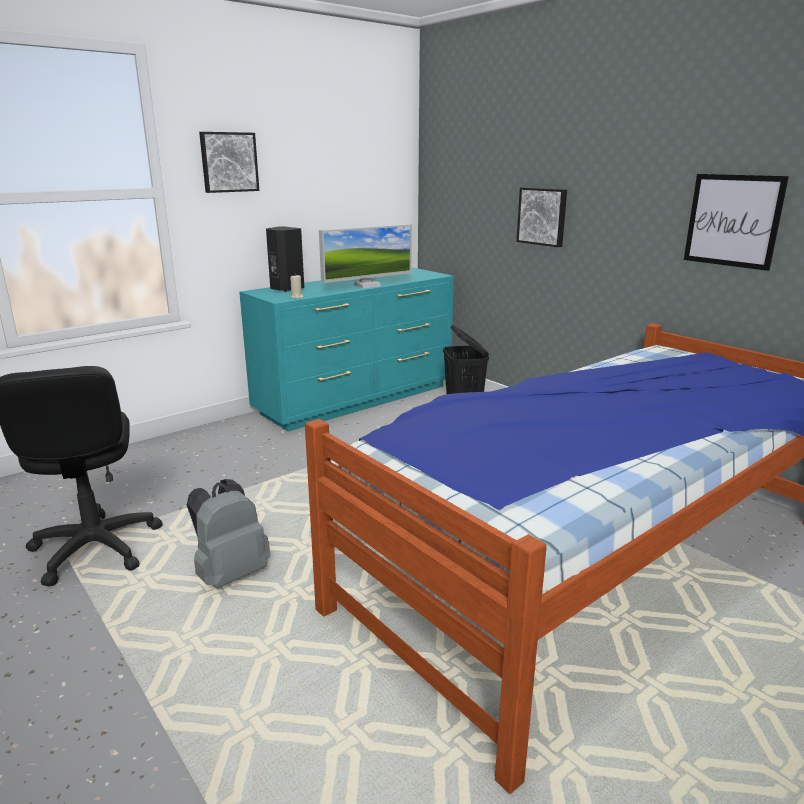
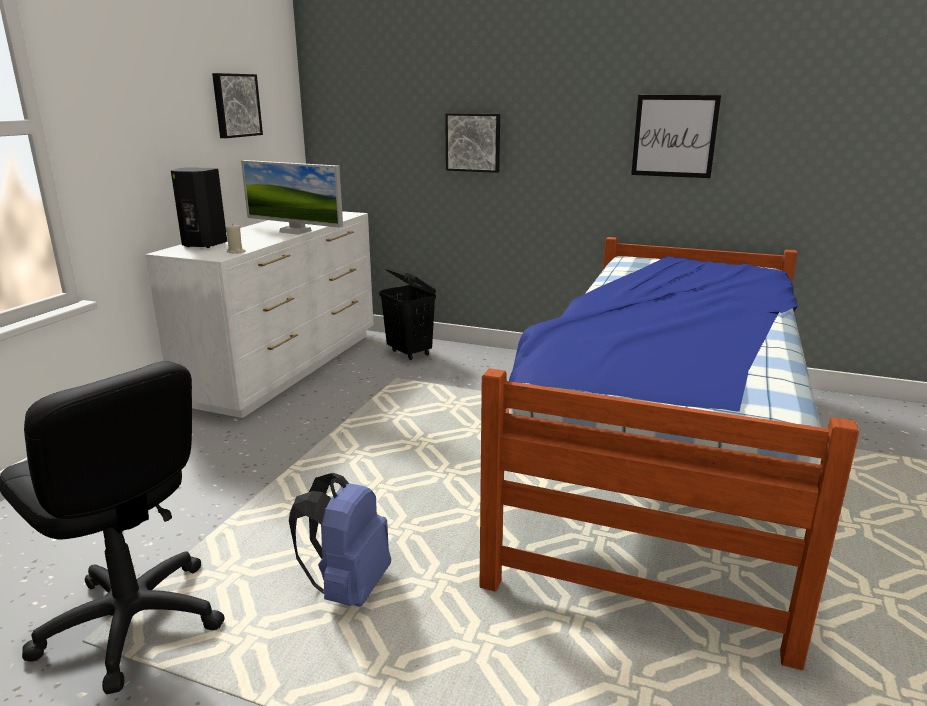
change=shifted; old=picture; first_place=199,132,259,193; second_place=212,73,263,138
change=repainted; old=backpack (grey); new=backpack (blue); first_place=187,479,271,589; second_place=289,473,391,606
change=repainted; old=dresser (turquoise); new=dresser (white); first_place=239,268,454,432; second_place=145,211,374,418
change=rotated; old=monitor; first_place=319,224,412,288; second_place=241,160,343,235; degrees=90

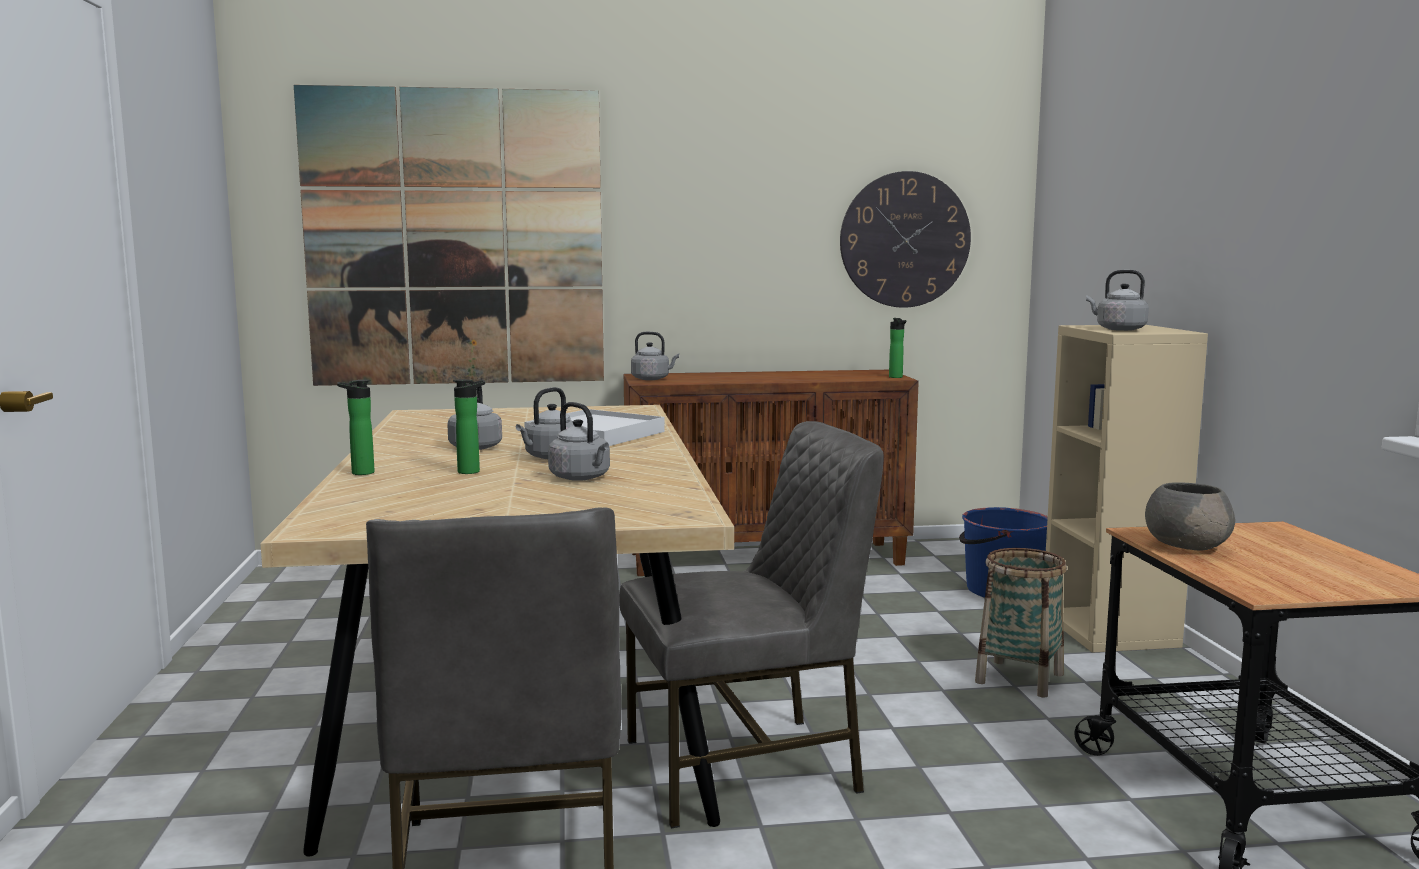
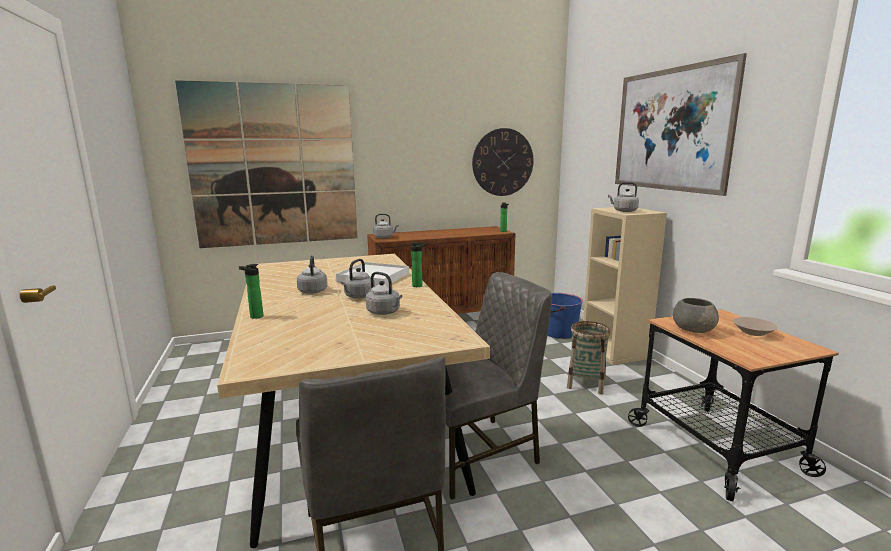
change=new; new=picture; second_place=615,53,747,196
change=new; new=bowl (beige); second_place=733,317,778,336
change=shifted; old=bottle; first_place=453,379,485,474; second_place=411,242,426,287

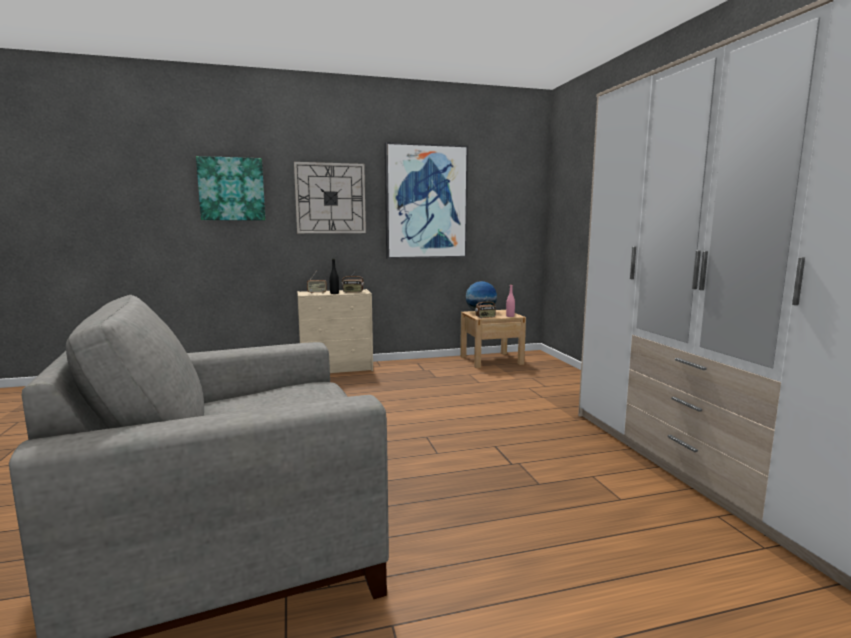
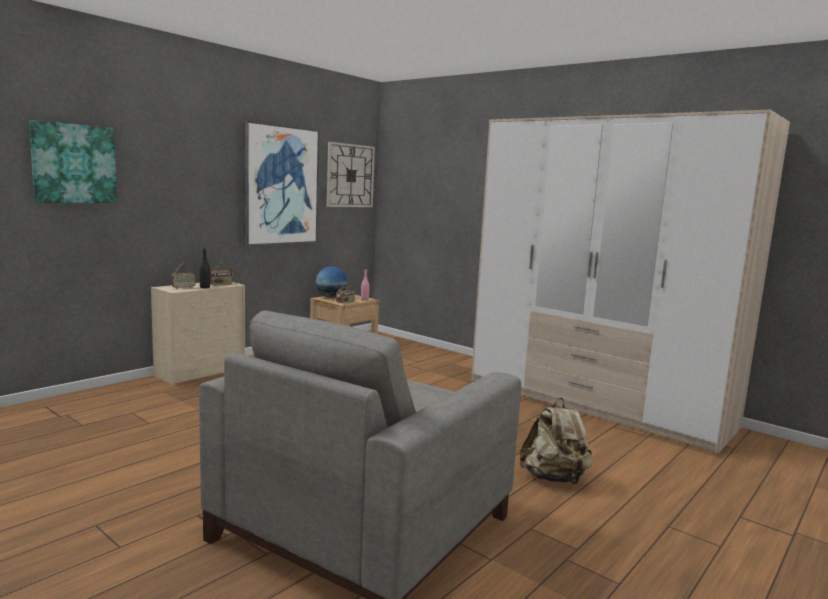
change=new; new=backpack (beige); second_place=520,398,593,484
change=shifted; old=wall clock; first_place=294,162,366,233; second_place=327,142,375,207

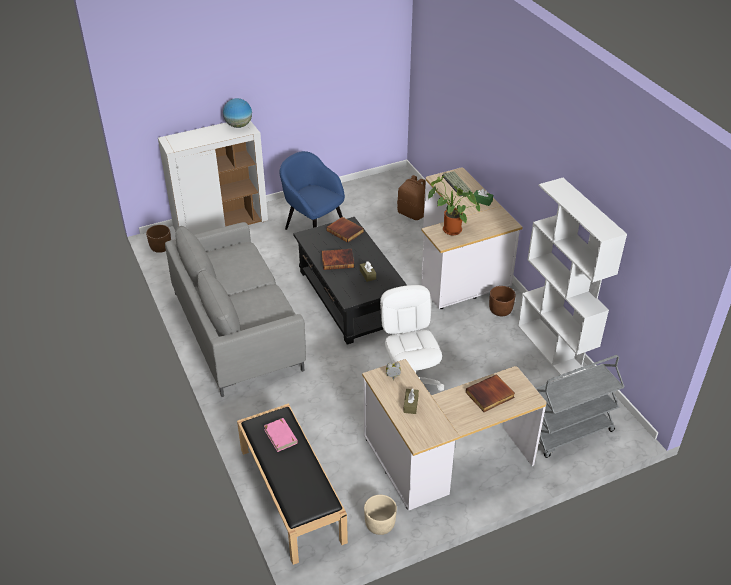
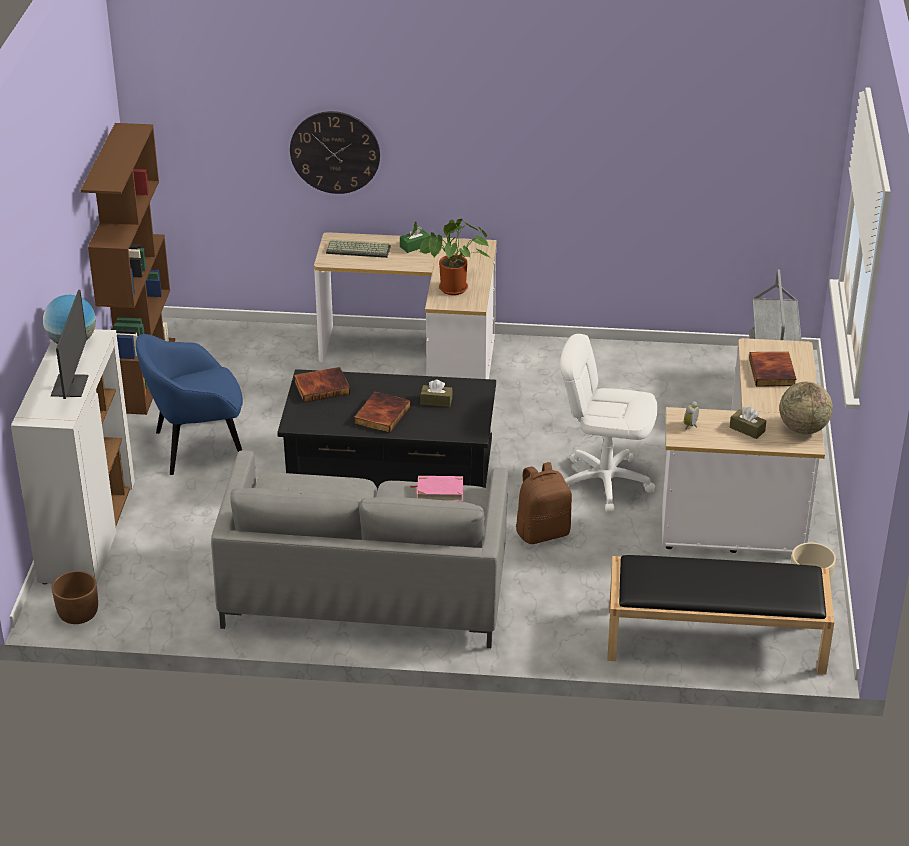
change=gone; old=planter (brown); first_place=489,286,516,316
change=gone; old=bookcase (white); first_place=517,178,627,378
change=new; new=monitor; second_place=51,290,89,399
change=new; new=bookcase (brown); second_place=81,123,175,415
change=new; new=wall clock; second_place=290,111,380,194
change=new; new=globe; second_place=779,382,833,434
change=shifted; old=book (pink); first_place=264,418,298,452; second_place=410,476,463,501
change=shifted; old=backpack (brown); first_place=397,175,426,220; second_place=516,462,572,544

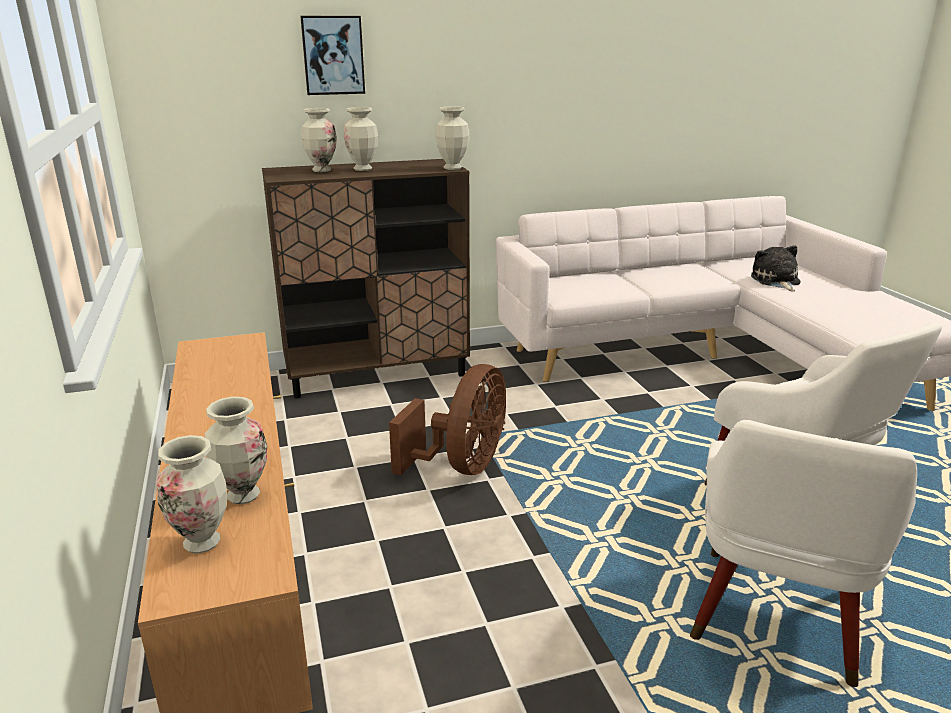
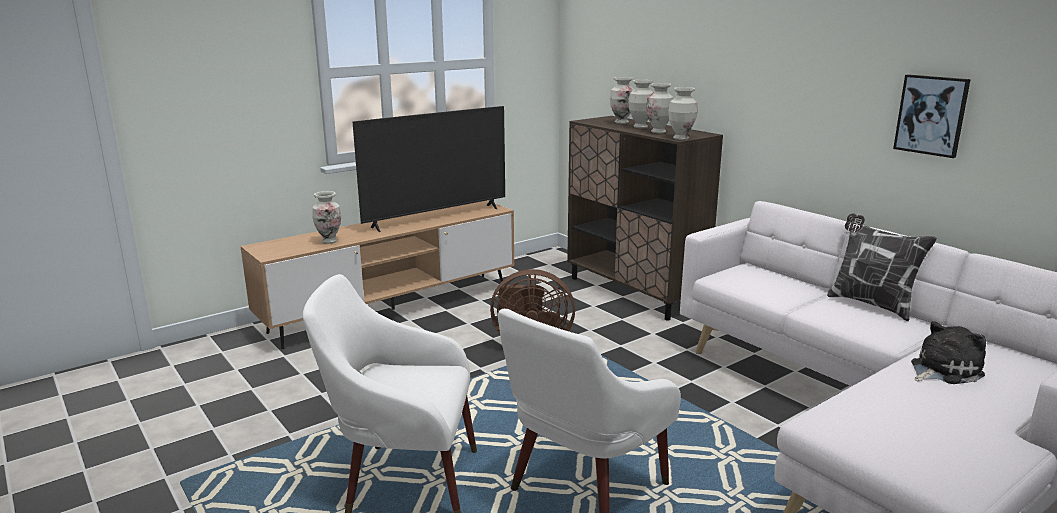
change=new; new=television; second_place=353,106,505,232
change=new; new=pillow; second_place=827,214,937,321
change=shifted; old=vase; first_place=157,435,227,554; second_place=646,83,673,133
change=shifted; old=picture; first_place=300,16,365,95; second_place=893,74,971,158

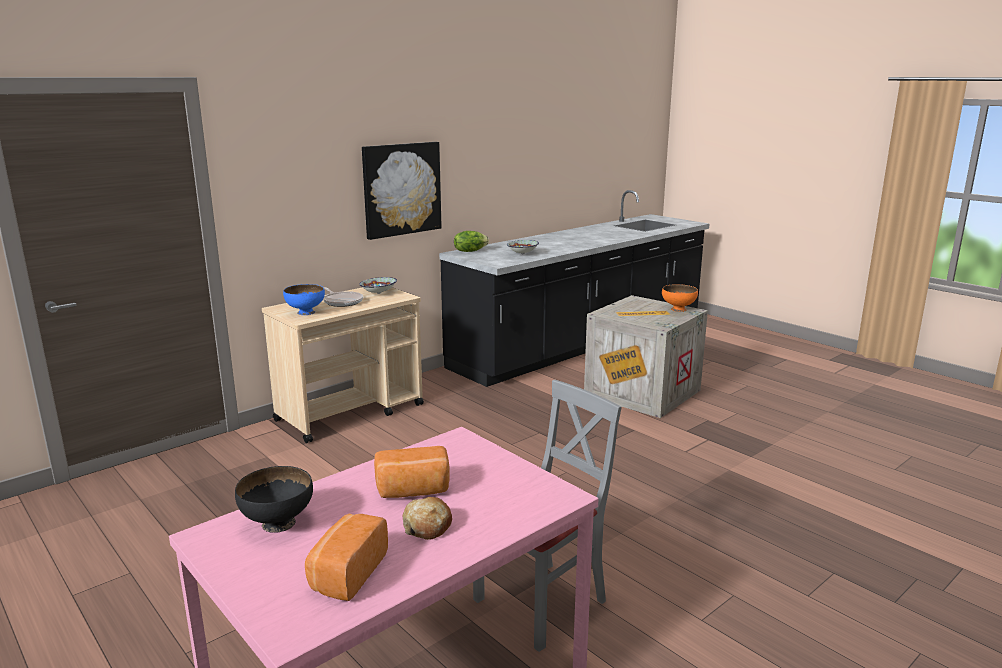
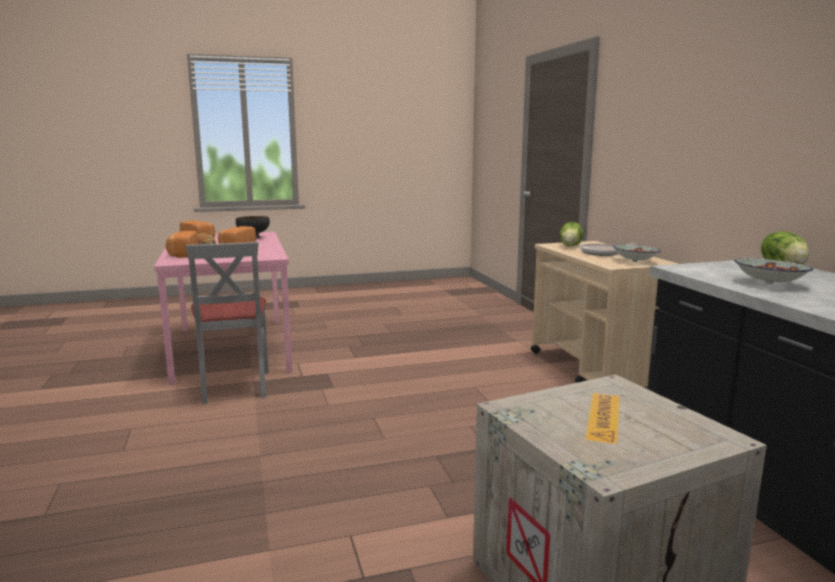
change=gone; old=picture; first_place=362,142,442,240
change=gone; old=bowl (orange); first_place=662,284,698,312
change=new; new=bread; second_place=166,231,199,258
change=swapped; old=bowl (blue); new=lettuce; first_place=283,284,325,315; second_place=560,222,583,246

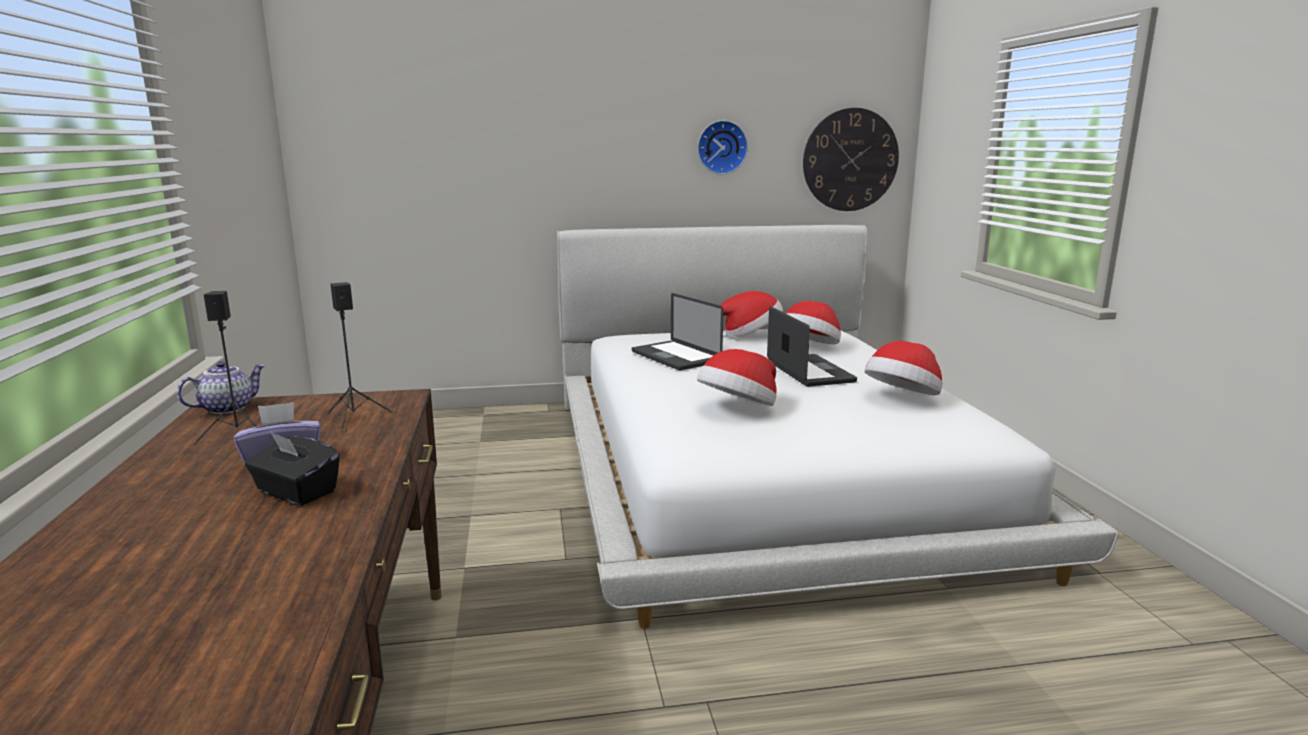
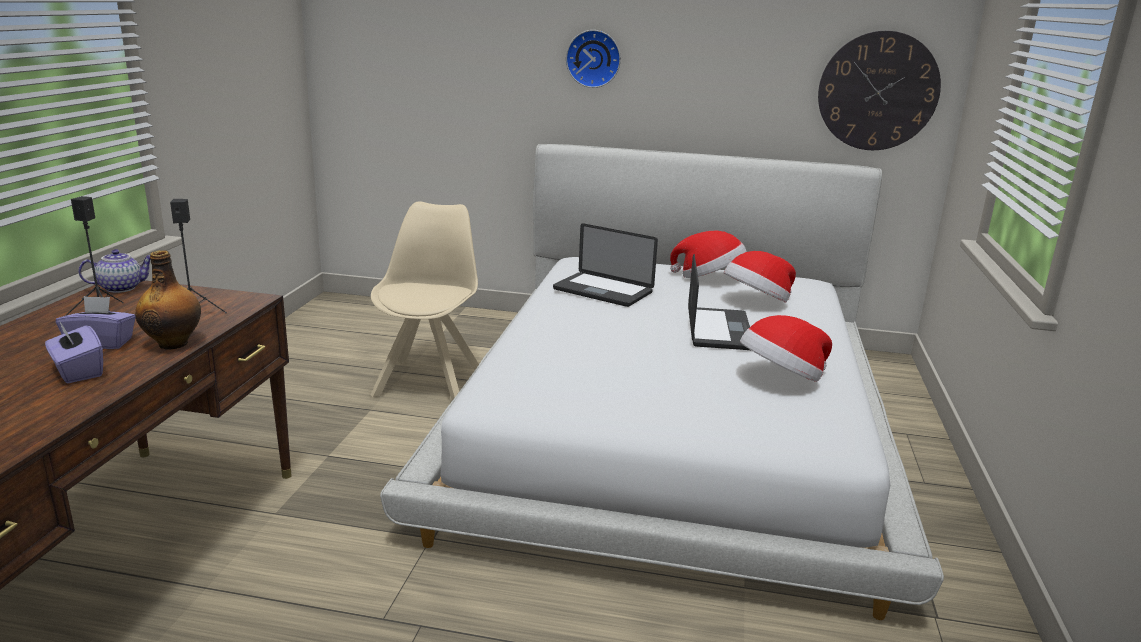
change=gone; old=hat; first_place=697,349,777,406
change=new; new=bottle; second_place=135,250,201,350
change=new; new=chair (beige); second_place=371,201,479,400
change=shifted; old=wall clock; first_place=697,120,748,174; second_place=566,30,621,88
change=repainted; old=tissue box (black); new=tissue box (purple); first_place=245,432,340,506; second_place=45,322,103,383
change=rotated; old=laptop; first_place=632,293,723,370; second_place=553,223,658,307; degrees=-45

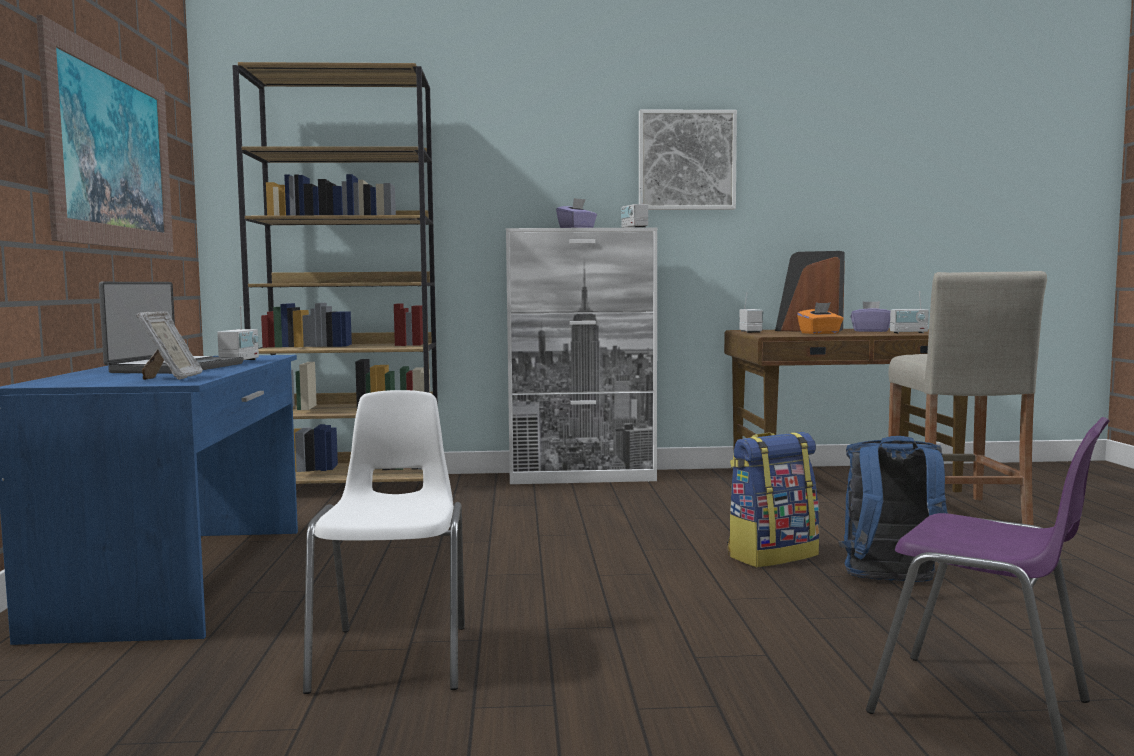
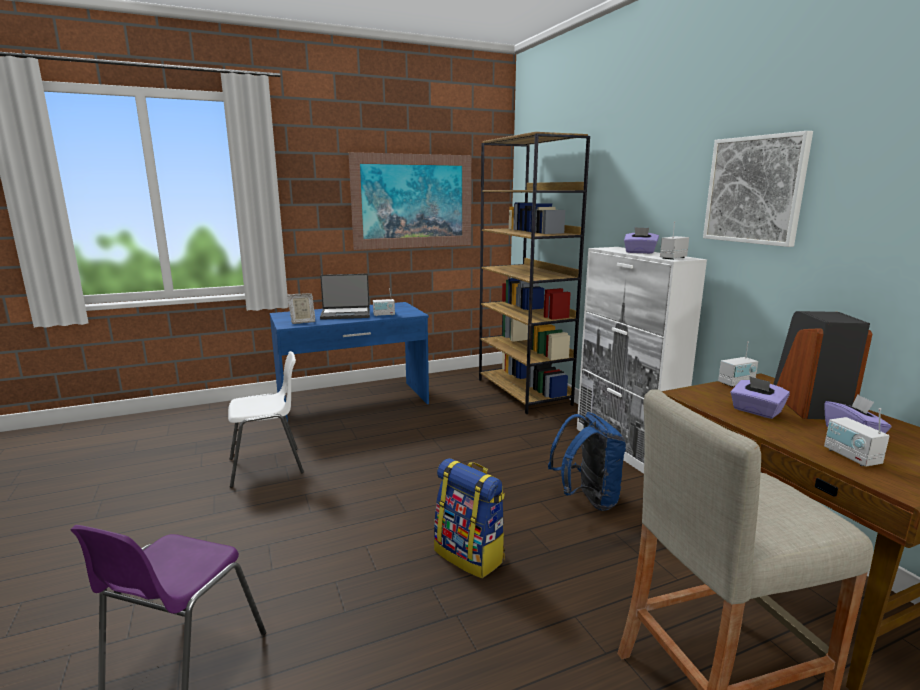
change=shifted; old=backpack (blue); first_place=838,436,948,582; second_place=548,412,626,511
change=repainted; old=tissue box (orange); new=tissue box (purple); first_place=797,303,844,334; second_place=730,376,790,419

